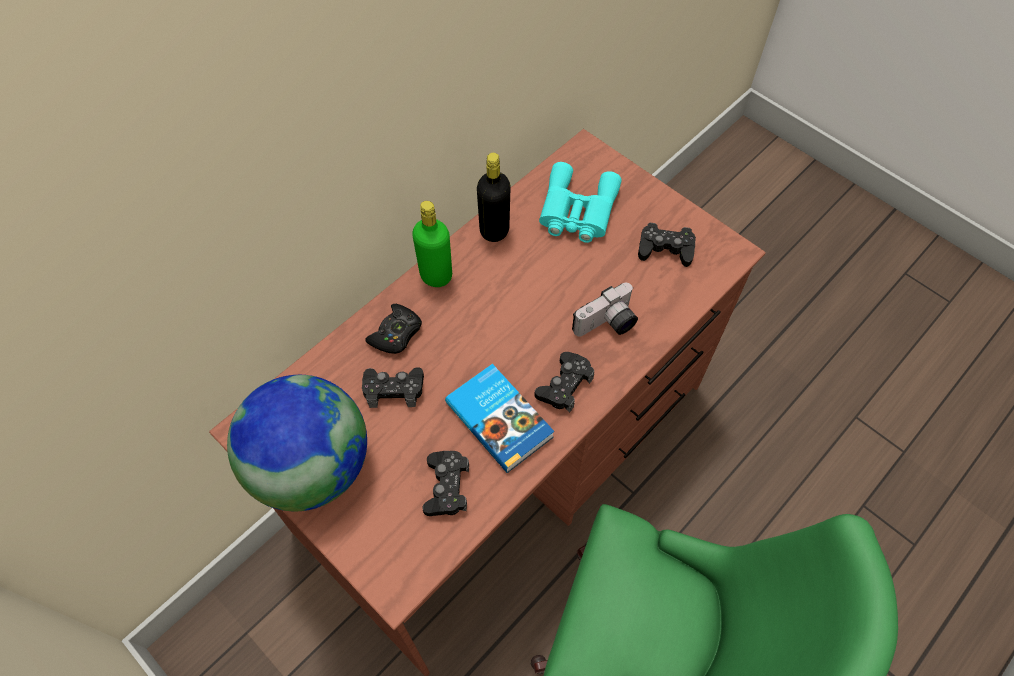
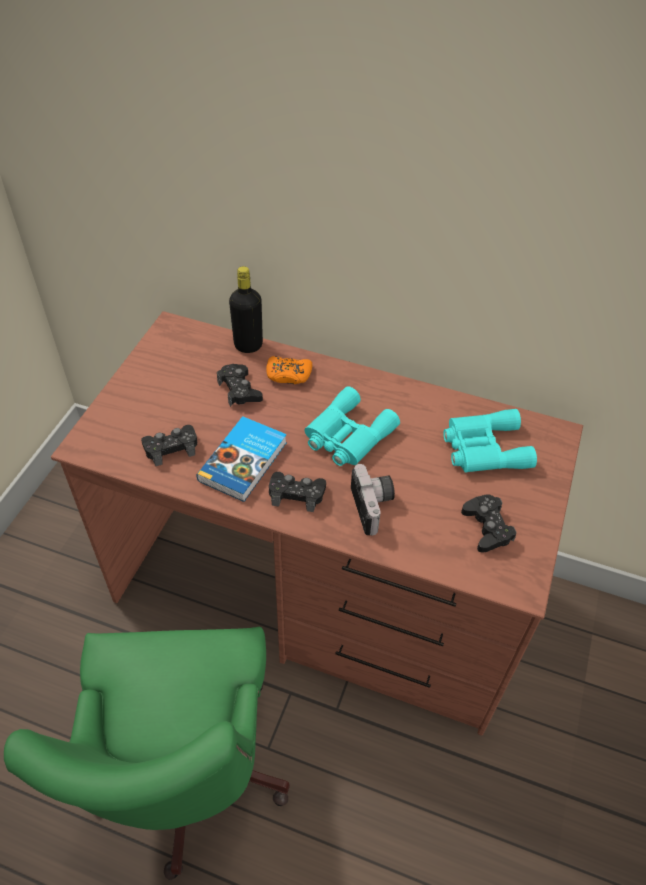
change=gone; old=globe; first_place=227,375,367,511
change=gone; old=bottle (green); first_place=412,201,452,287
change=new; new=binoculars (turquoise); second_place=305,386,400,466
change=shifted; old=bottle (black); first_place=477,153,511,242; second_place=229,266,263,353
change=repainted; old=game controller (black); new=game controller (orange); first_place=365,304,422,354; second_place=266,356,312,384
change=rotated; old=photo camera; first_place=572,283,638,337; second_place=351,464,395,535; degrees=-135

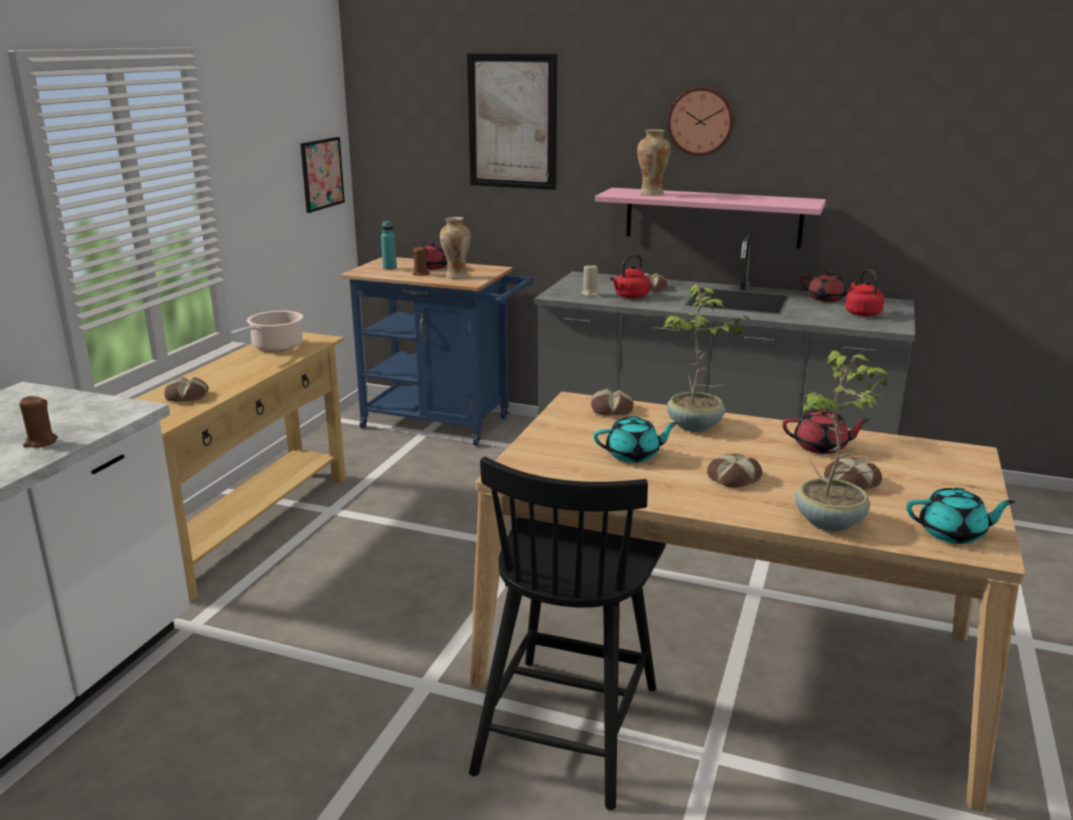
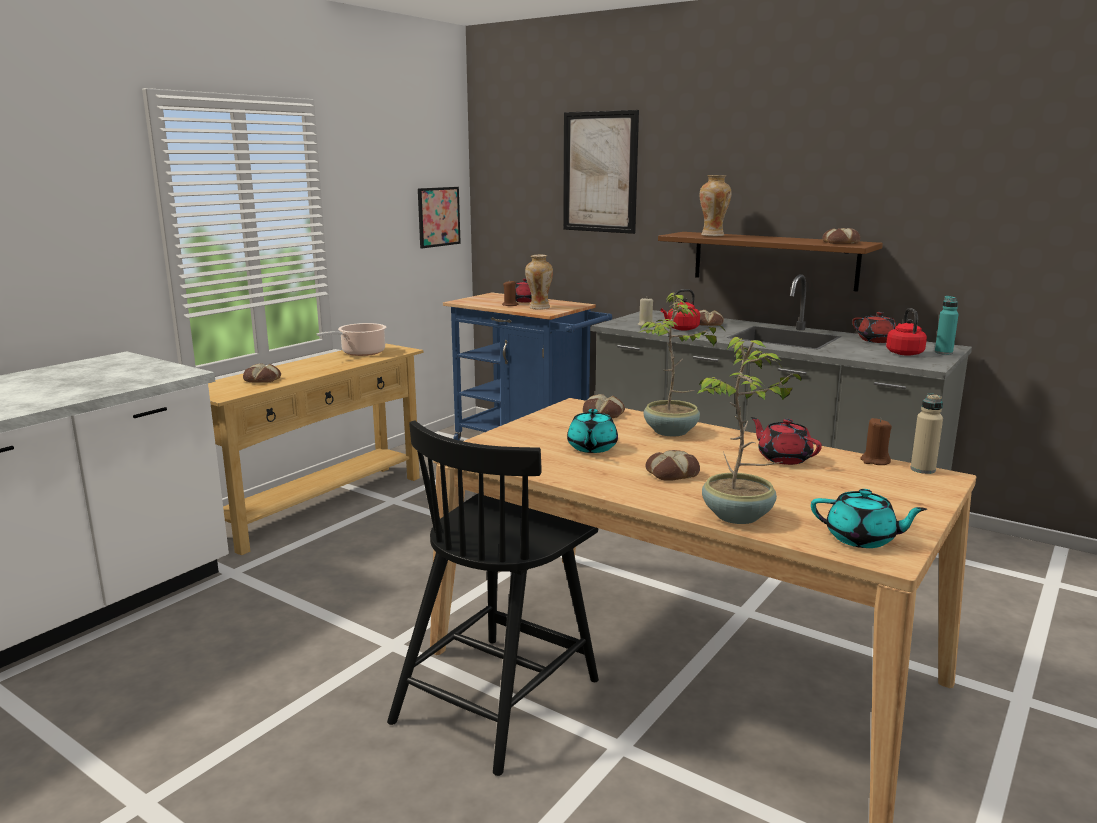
change=gone; old=wall clock; first_place=667,87,734,156
change=new; new=bottle (beige); second_place=910,393,943,474
change=shifted; old=candle (brown); first_place=20,396,58,448; second_place=861,418,892,465
change=shifted; old=bottle (turquoise); first_place=381,221,397,270; second_place=935,296,959,355
change=shifted; old=bread; first_place=824,458,882,490; second_place=822,228,860,244
change=repainted; old=shelf (pink); new=shelf (brown); first_place=595,188,826,249; second_place=658,232,883,292
change=rotated; old=teapot (turquoise); first_place=594,416,678,463; second_place=567,409,618,453; degrees=90
change=rotated; old=teapot (red); first_place=782,408,870,454; second_place=751,417,822,465; degrees=-150

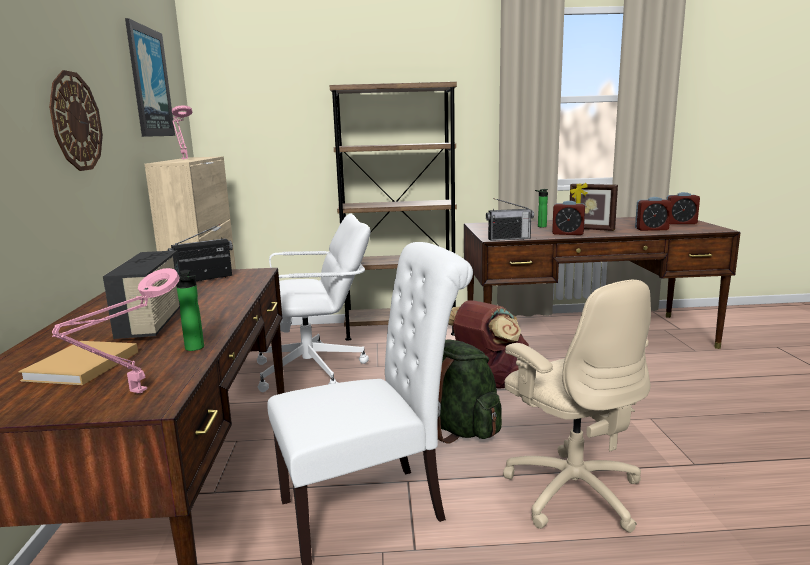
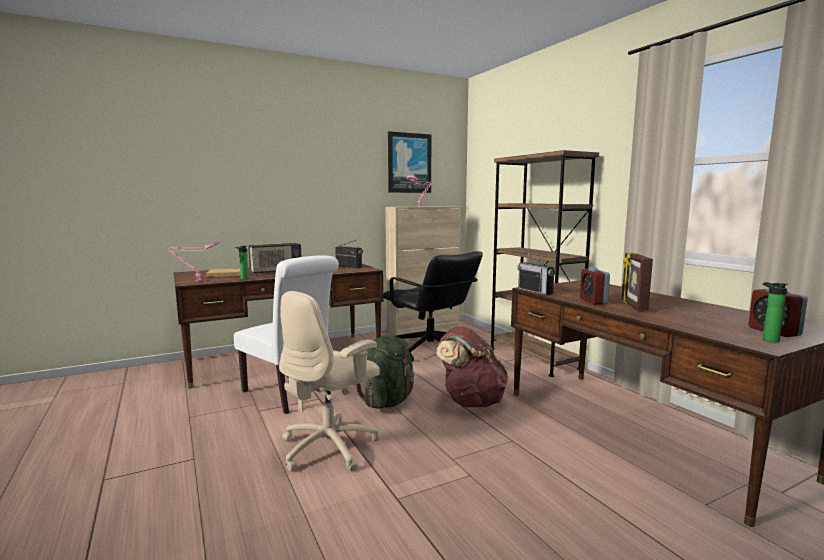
change=gone; old=wall clock; first_place=49,70,103,171
change=gone; old=alarm clock; first_place=635,197,671,231
change=shifted; old=bottle; first_place=535,189,548,228; second_place=763,282,788,342
change=repainted; old=office chair (white); new=office chair (black); first_place=256,214,371,392; second_place=383,251,483,361

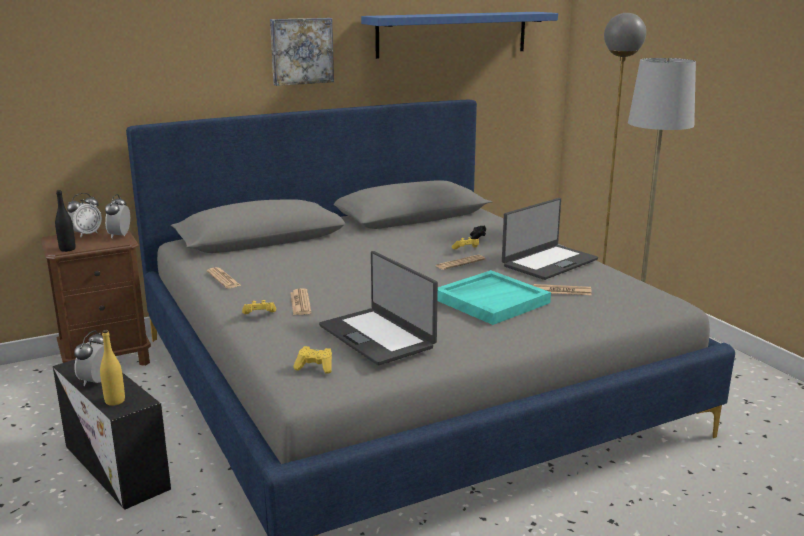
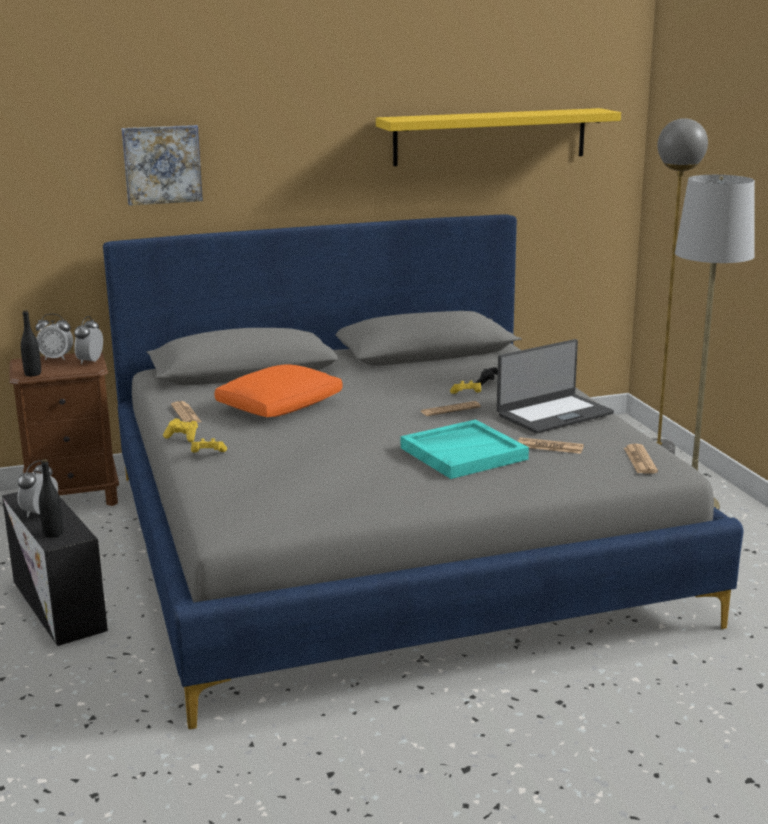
change=gone; old=laptop; first_place=319,251,438,365
change=new; new=pillow (orange); second_place=214,365,343,417
change=shifted; old=picture; first_place=270,18,334,86; second_place=121,125,203,206
change=shifted; old=newspaper; first_place=290,288,312,315; second_place=624,444,658,474
change=shifted; old=game controller (yellow); first_place=293,346,332,374; second_place=163,418,198,442
change=repainted; old=bottle (yellow); new=bottle (black); first_place=100,330,125,406; second_place=39,459,63,538
change=repainted; old=shelf (blue); new=shelf (yellow); first_place=361,12,558,59; second_place=376,108,621,166
change=rotated; old=alarm clock; first_place=67,193,102,237; second_place=36,314,73,360; degrees=45

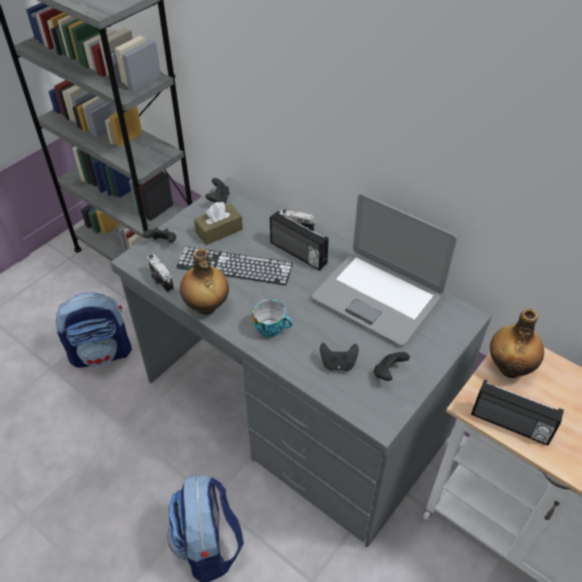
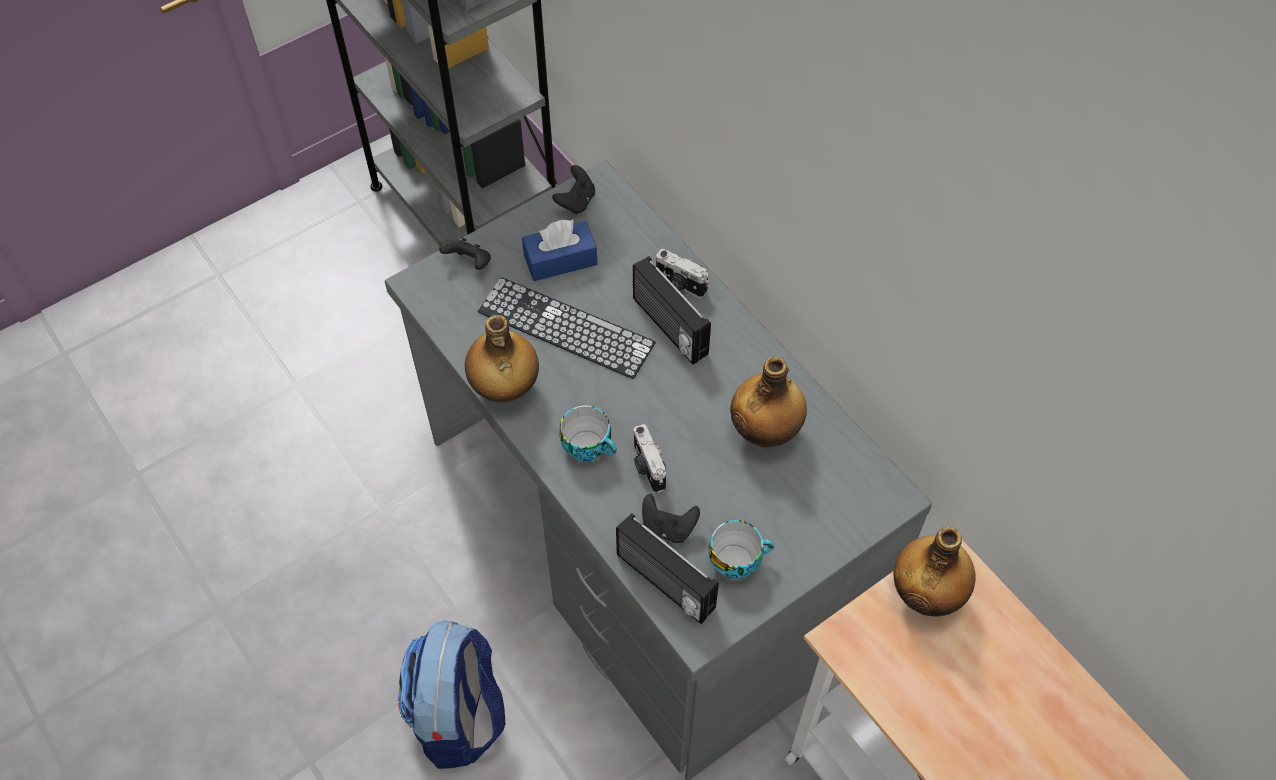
change=gone; old=backpack; first_place=55,292,132,368
change=shifted; old=photo camera; first_place=147,254,174,293; second_place=634,424,666,493
change=shifted; old=radio; first_place=471,380,564,445; second_place=616,513,719,624
change=swapped; old=laptop; new=bottle; first_place=312,194,457,346; second_place=730,356,807,447
change=swapped; old=game controller (black); new=cup; first_place=374,352,410,381; second_place=709,520,774,579
change=repainted; old=tissue box (brown); new=tissue box (blue); first_place=194,202,243,245; second_place=522,219,597,281

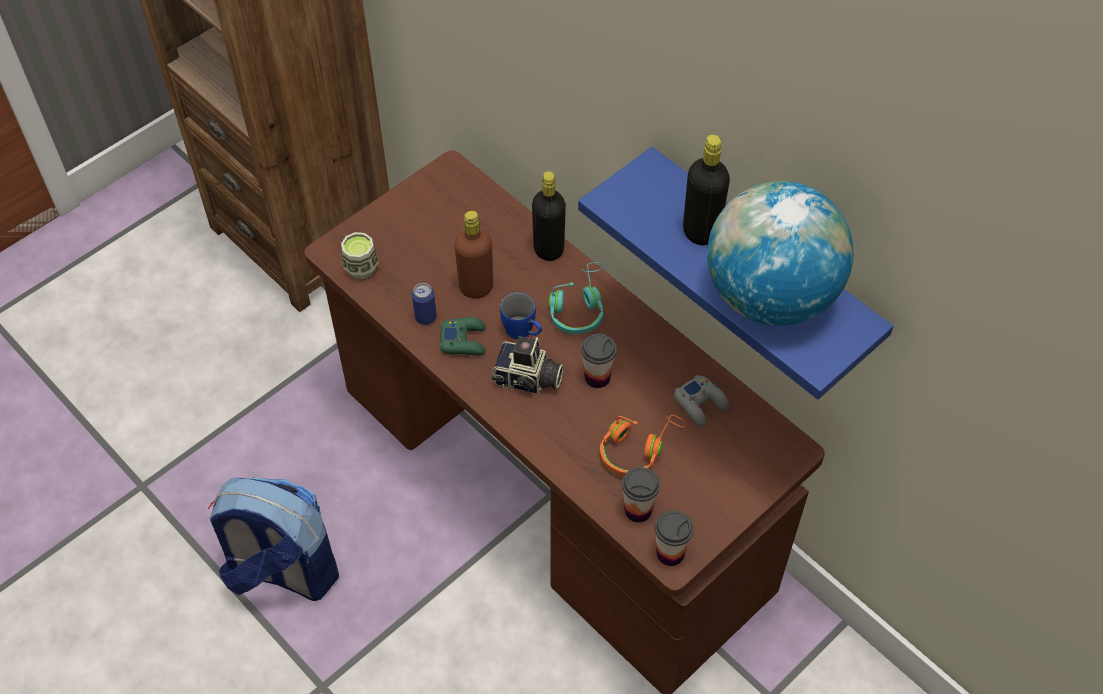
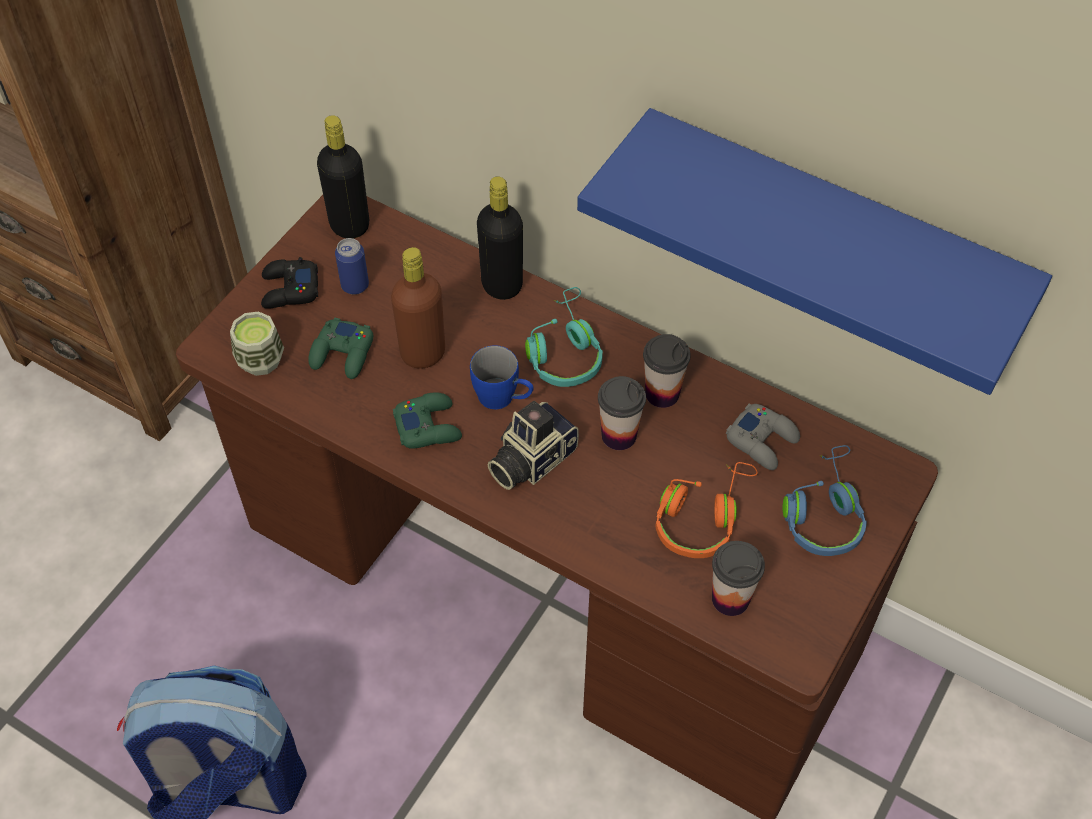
change=gone; old=globe; first_place=707,181,853,326
change=new; new=game controller (black); second_place=261,257,318,309
change=new; new=game controller (green); second_place=308,317,373,379
change=new; new=headphones (blue); second_place=782,445,867,556
change=shifted; old=can; first_place=412,283,437,325; second_place=335,238,369,295
change=shifted; old=cup; first_place=655,510,694,566; second_place=643,334,691,408
change=shifted; old=bottle (black); first_place=683,134,730,245; second_place=317,115,369,238
change=rotated; old=photo camera; first_place=492,336,564,394; second_place=488,401,579,490; degrees=135

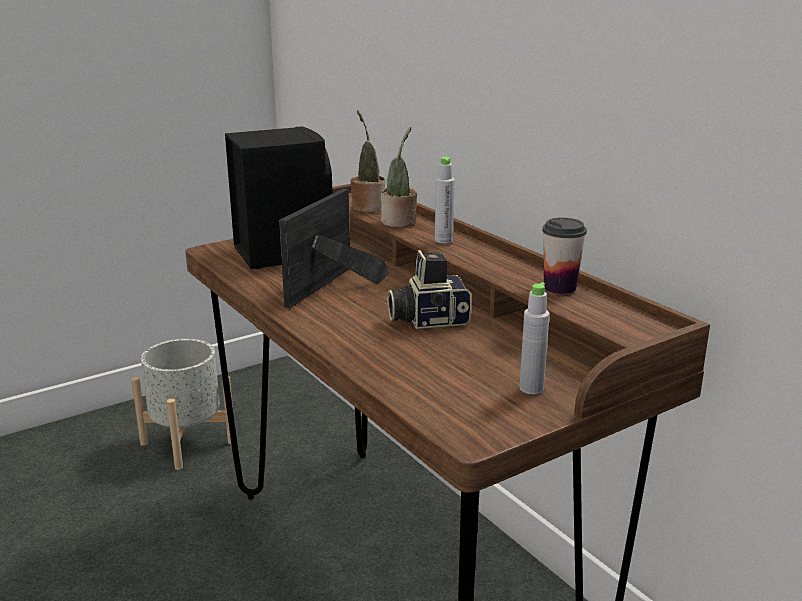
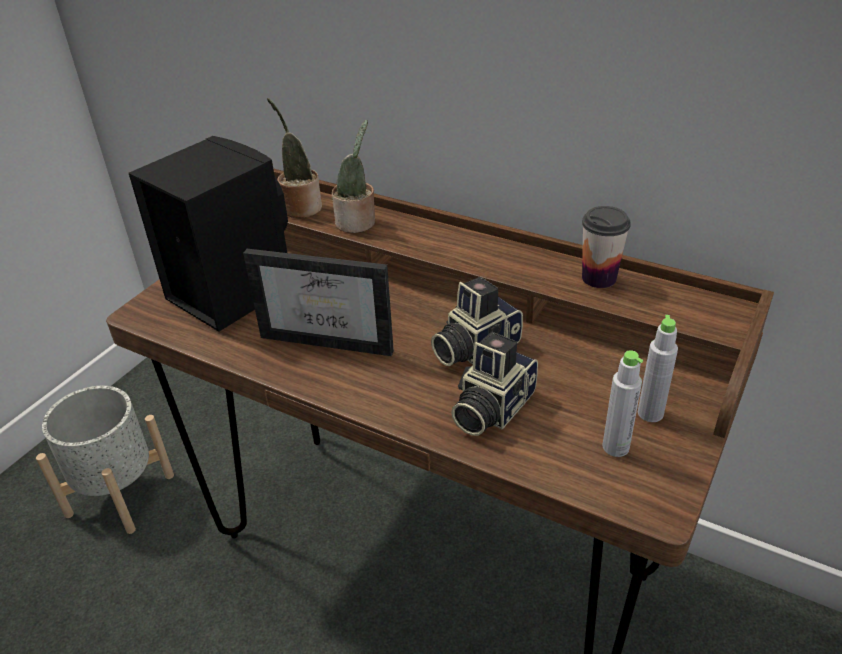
change=new; new=photo camera; second_place=451,332,538,436
change=shifted; old=bottle (grey); first_place=435,157,455,243; second_place=603,350,643,457
change=rotated; old=picture frame; first_place=279,189,389,308; second_place=243,249,394,356; degrees=-75

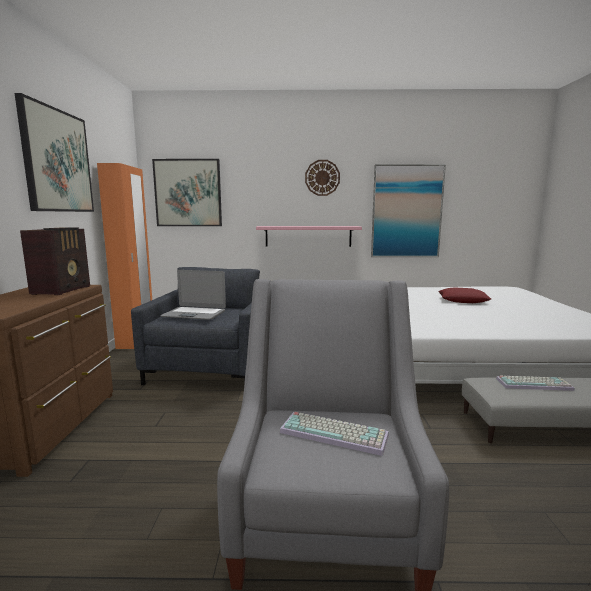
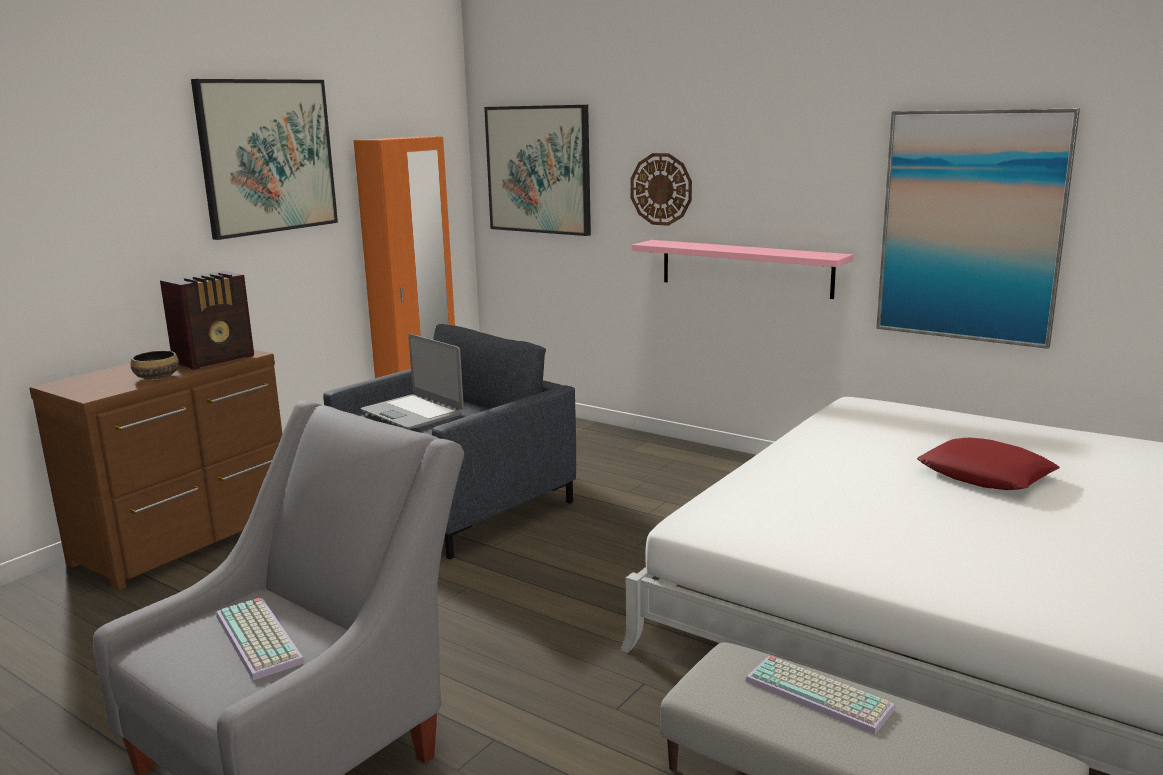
change=new; new=bowl; second_place=131,351,179,379
change=shifted; old=wall clock; first_place=305,160,340,196; second_place=630,153,692,226

